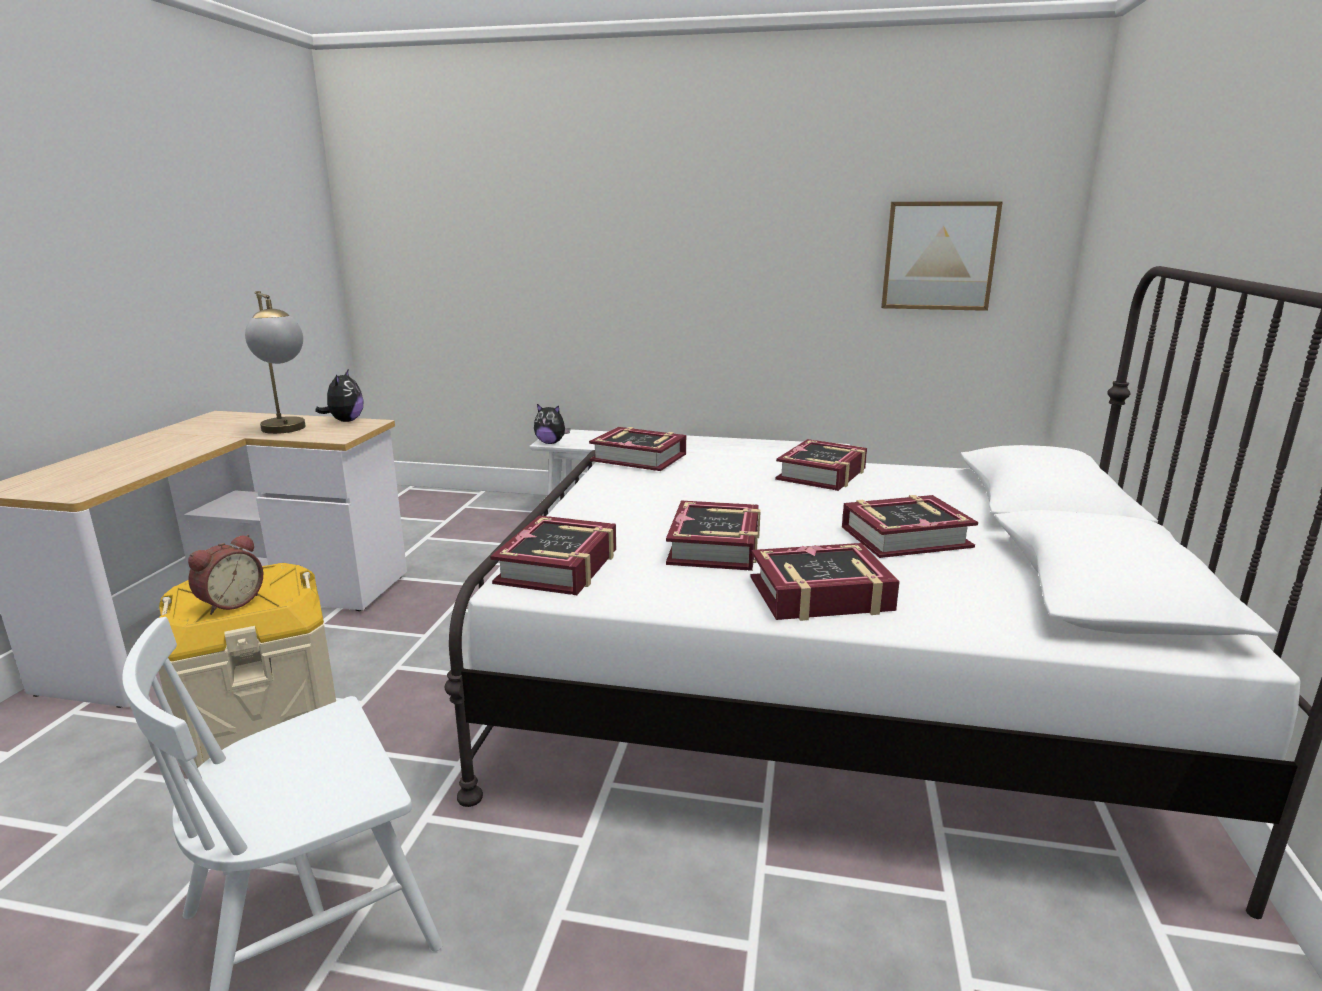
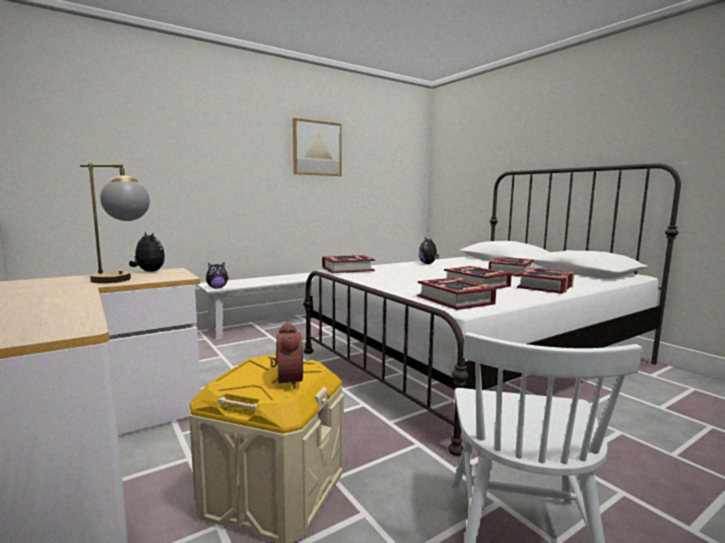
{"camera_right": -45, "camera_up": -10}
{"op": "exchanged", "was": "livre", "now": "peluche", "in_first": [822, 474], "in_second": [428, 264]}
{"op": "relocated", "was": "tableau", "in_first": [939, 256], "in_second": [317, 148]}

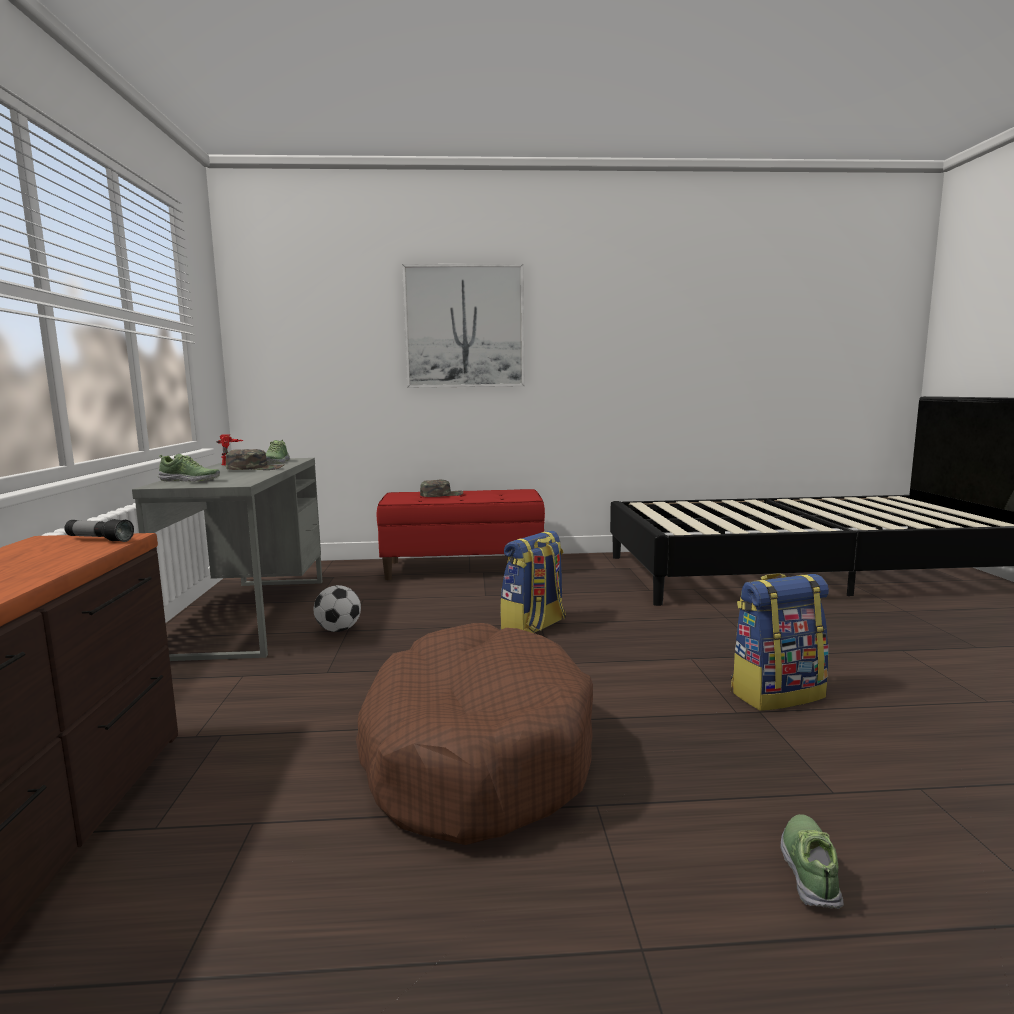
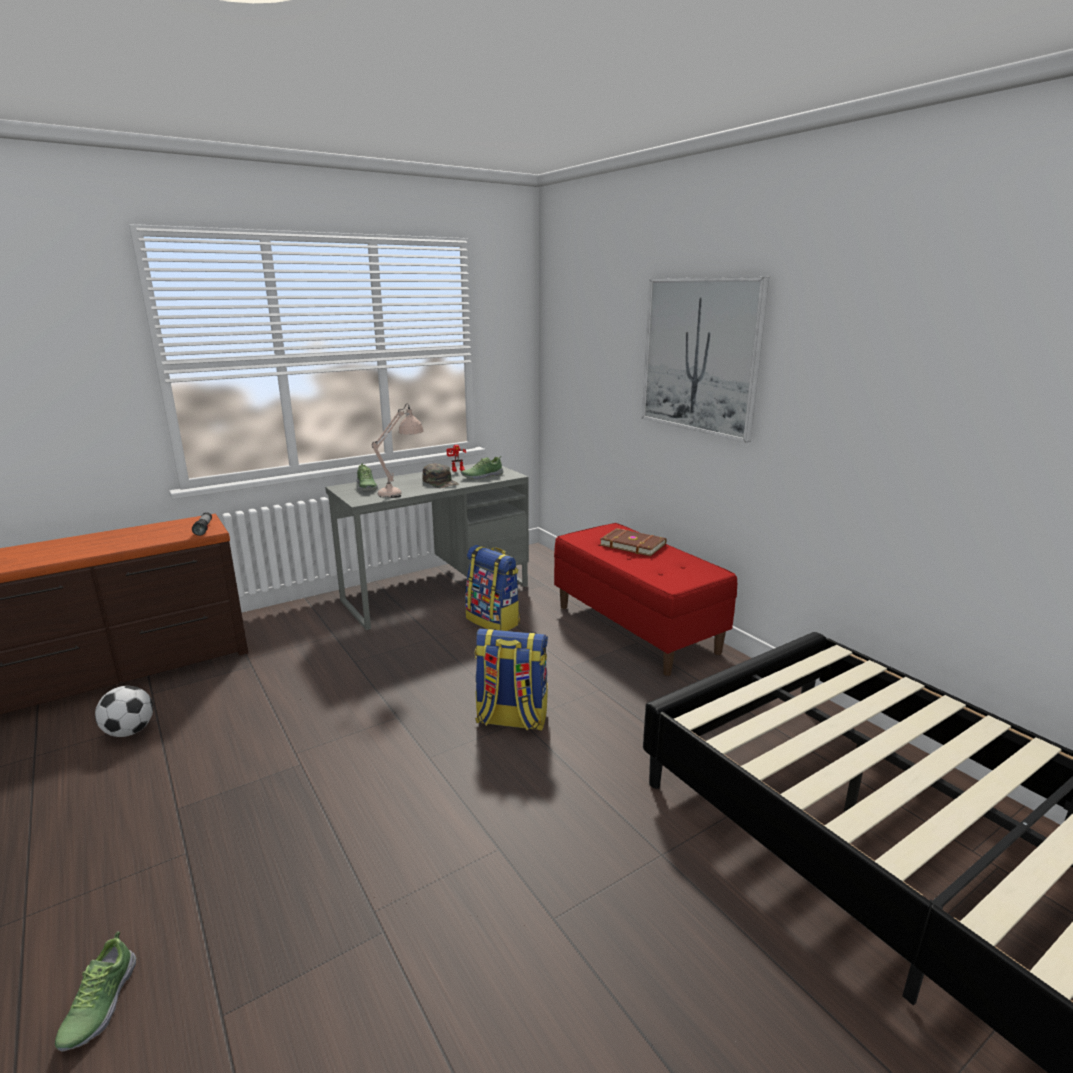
{"camera_right": 60, "camera_up": 10}
{"op": "relocated", "was": "ballon de foot", "in_first": [338, 630], "in_second": [130, 731]}
{"op": "missing", "was": "panier pour chien [marron]", "in_first": [475, 753]}
{"op": "exchanged", "was": "casquette [vert]", "now": "livre [marron]", "in_first": [441, 495], "in_second": [633, 544]}
{"op": "relocated", "was": "sac à dos", "in_first": [776, 694], "in_second": [494, 621]}
{"op": "spun", "was": "chaussure", "in_first": [810, 870], "in_second": [98, 1005], "clockwise": 105}
{"op": "appeared", "now": "lampe de table [beige]", "in_second": [401, 491]}

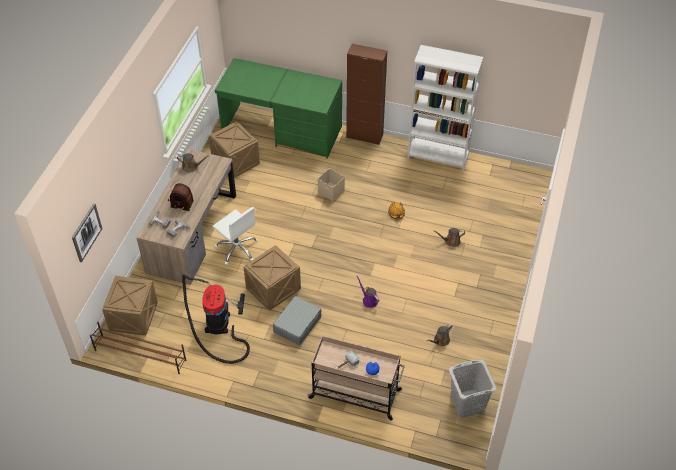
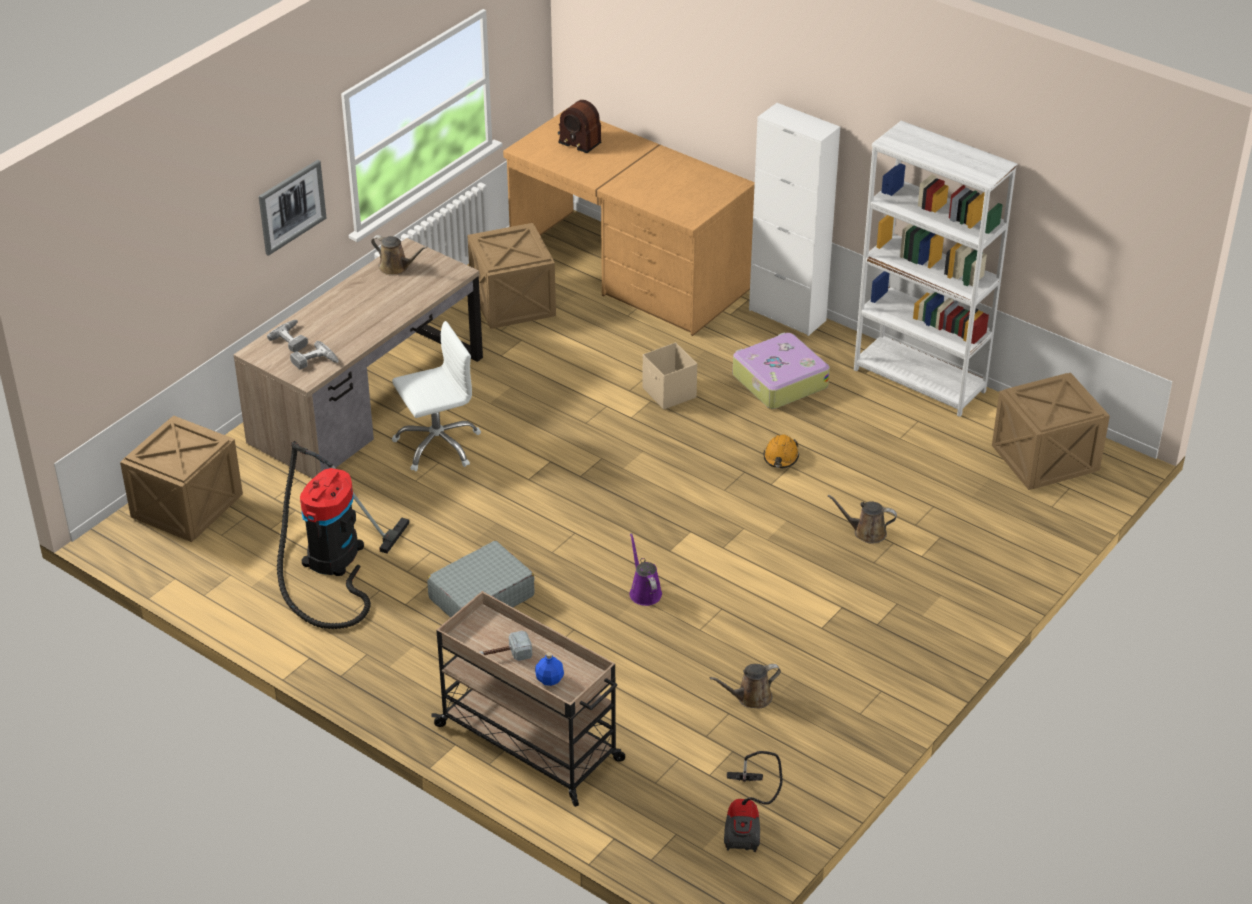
{"camera_right": 20, "camera_up": -10}
{"op": "relocated", "was": "tableau", "in_first": [86, 232], "in_second": [291, 206]}
{"op": "missing", "was": "étagère à chaussures [marron]", "in_first": [140, 355]}
{"op": "relocated", "was": "radio", "in_first": [180, 200], "in_second": [580, 137]}
{"op": "spun", "was": "chaise de bureau [blanc]", "in_first": [237, 249], "in_second": [437, 445], "clockwise": -90}
{"op": "colour", "was": "bureau [vert]", "now": "bureau [marron]", "in_first": [281, 131], "in_second": [628, 272]}
{"op": "relocated", "was": "caisse", "in_first": [273, 289], "in_second": [1043, 460]}
{"op": "colour", "was": "meuble de rangement [marron]", "now": "meuble de rangement [blanc]", "in_first": [364, 136], "in_second": [787, 315]}
{"op": "exchanged", "was": "panier à linge [gris]", "now": "aspirateur", "in_first": [467, 403], "in_second": [746, 821]}
{"op": "appeared", "now": "valise", "in_second": [778, 381]}

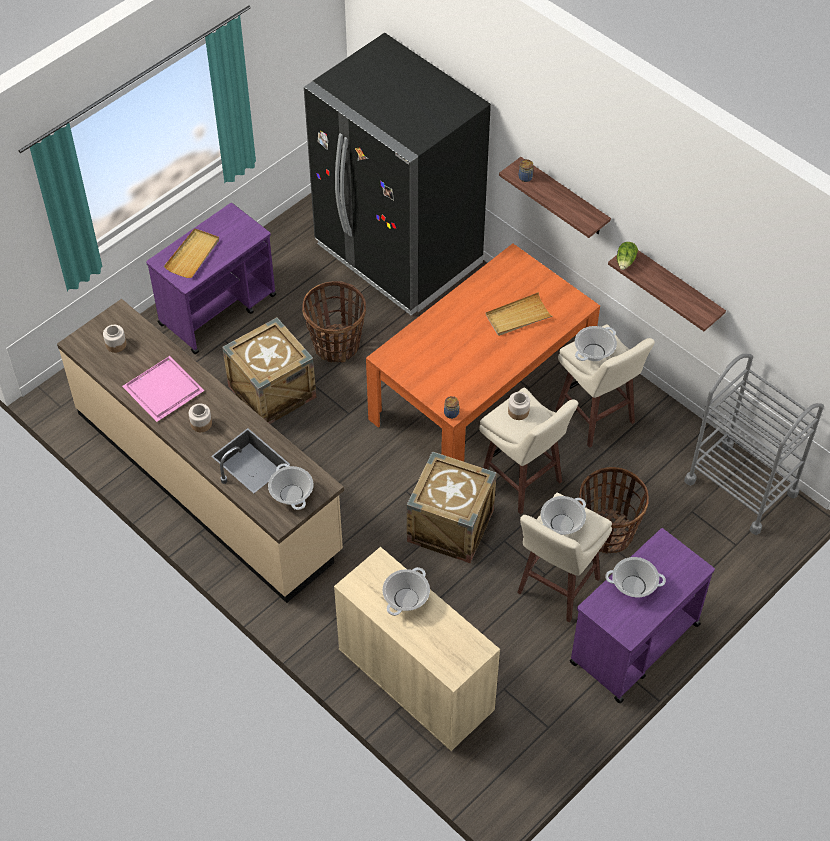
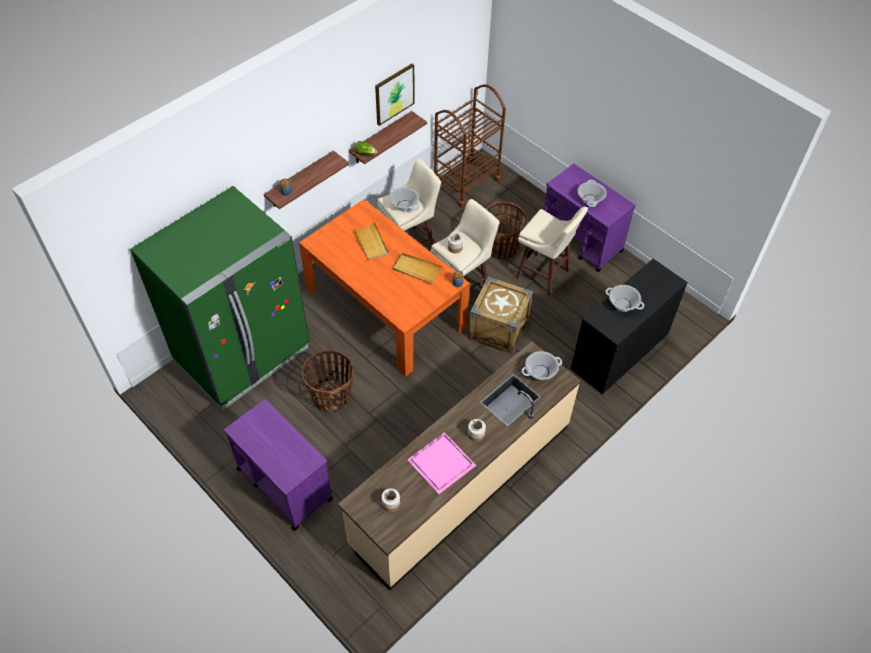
{"camera_right": -90, "camera_up": 0}
{"op": "relocated", "was": "plateau [beige]", "in_first": [193, 255], "in_second": [416, 269]}
{"op": "missing", "was": "caisse", "in_first": [272, 391]}
{"op": "colour", "was": "réfrigérateur [noir]", "now": "réfrigérateur [vert]", "in_first": [398, 254], "in_second": [243, 355]}
{"op": "colour", "was": "meuble de rangement [beige]", "now": "meuble de rangement [noir]", "in_first": [416, 680], "in_second": [619, 352]}
{"op": "missing", "was": "marmite", "in_first": [562, 524]}
{"op": "colour", "was": "chariot [gris]", "now": "chariot [marron]", "in_first": [741, 487], "in_second": [466, 182]}
{"op": "appeared", "now": "tableau", "in_second": [394, 94]}

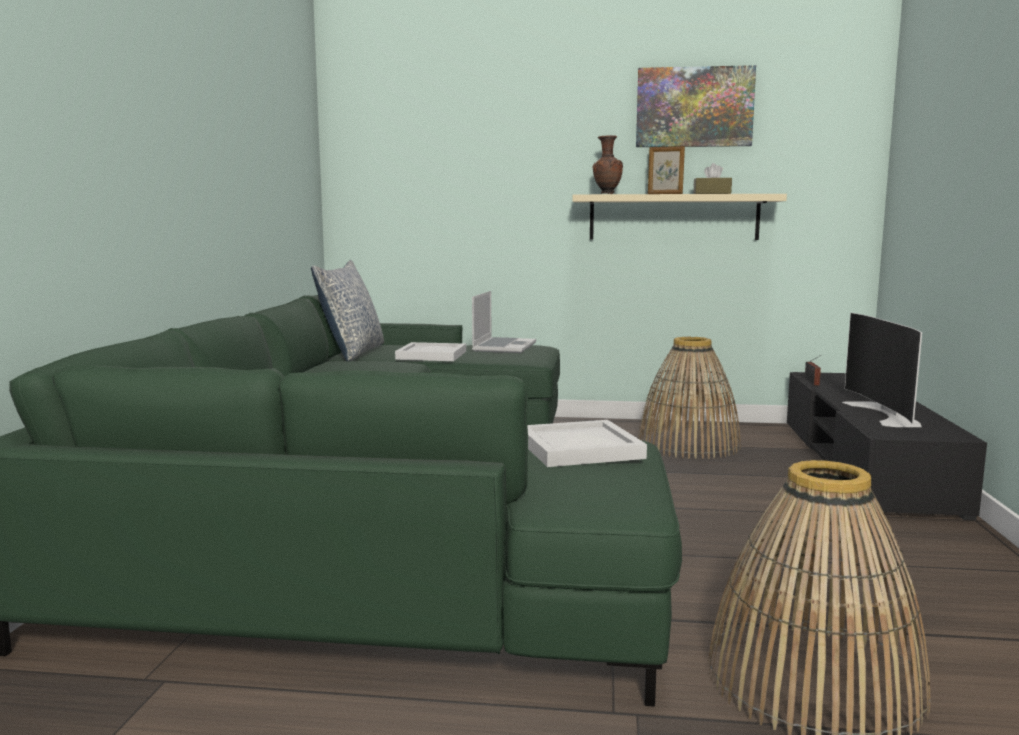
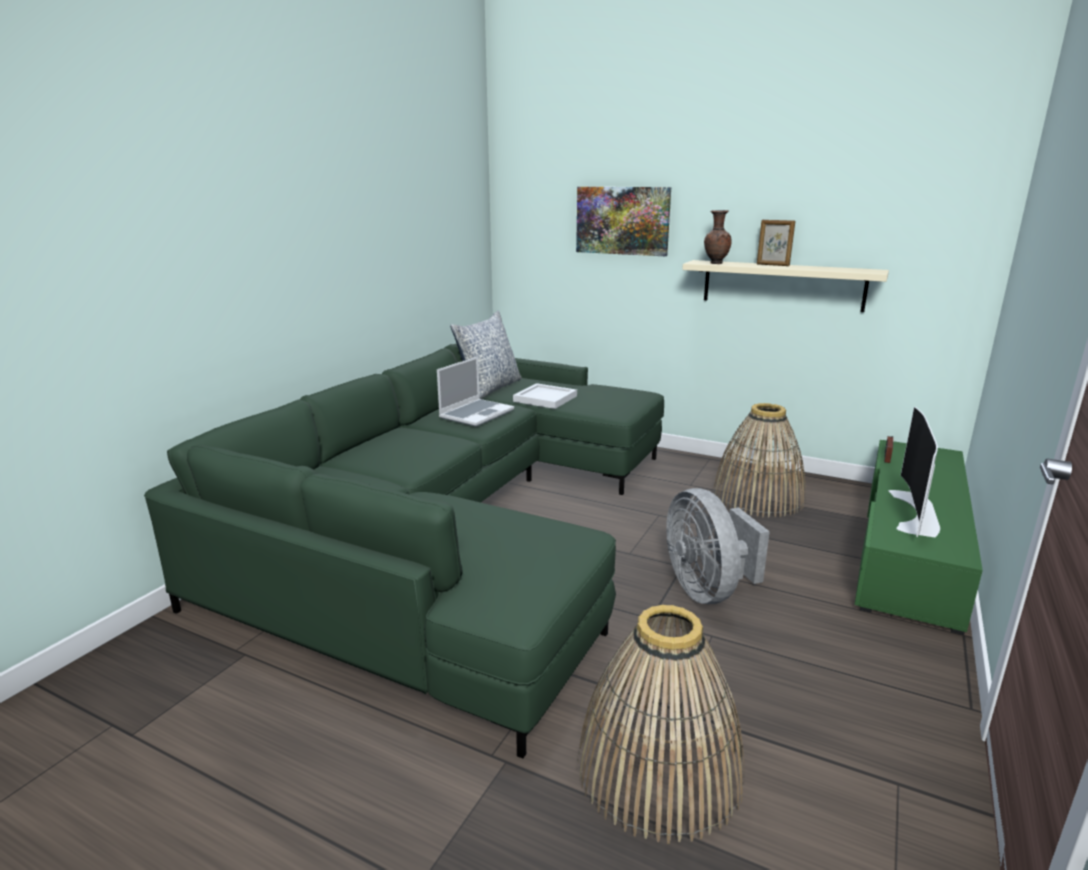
{"camera_right": 20, "camera_up": 10}
{"op": "relocated", "was": "ordinateur portable", "in_first": [503, 347], "in_second": [476, 414]}
{"op": "missing", "was": "plateau [blanc]", "in_first": [580, 448]}
{"op": "relocated", "was": "tableau", "in_first": [694, 107], "in_second": [622, 220]}
{"op": "missing", "was": "boîte à mouchoirs [marron]", "in_first": [712, 193]}
{"op": "colour", "was": "meuble télé [noir]", "now": "meuble télé [vert]", "in_first": [864, 464], "in_second": [909, 547]}
{"op": "appeared", "now": "ventilateur [gris]", "in_second": [707, 590]}

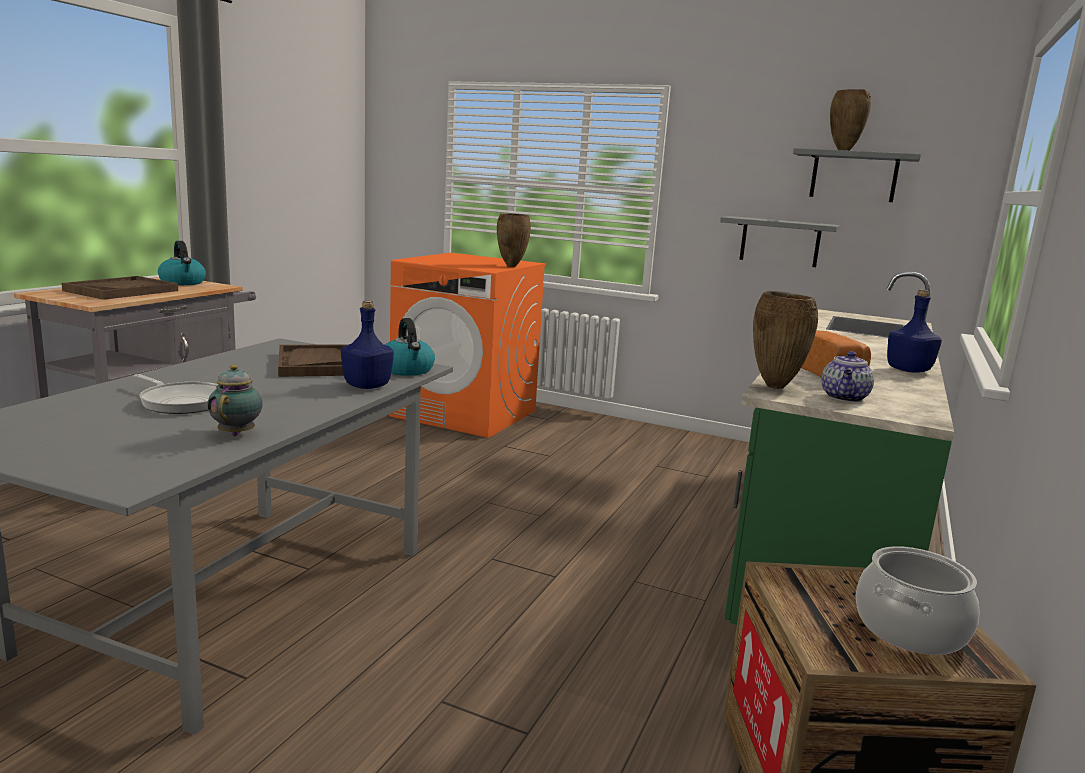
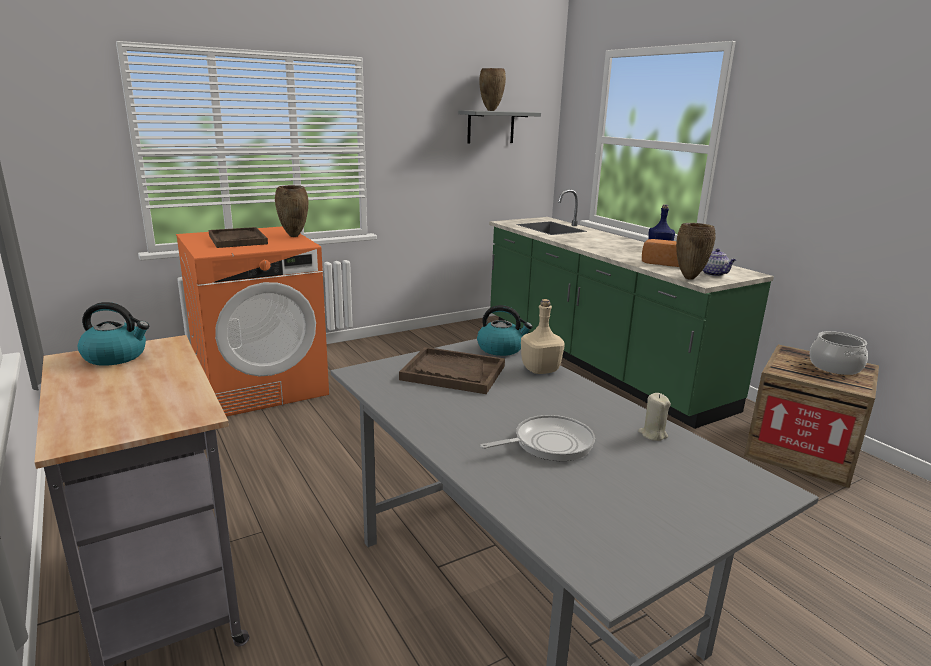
{"camera_right": -55, "camera_up": 5}
{"op": "relocated", "was": "plateau [marron]", "in_first": [122, 291], "in_second": [237, 240]}
{"op": "exchanged", "was": "théière", "now": "bougie [beige]", "in_first": [238, 433], "in_second": [653, 434]}
{"op": "colour", "was": "bouteille [bleu]", "now": "bouteille [beige]", "in_first": [368, 386], "in_second": [541, 369]}
{"op": "missing", "was": "étagère [gris]", "in_first": [780, 242]}

